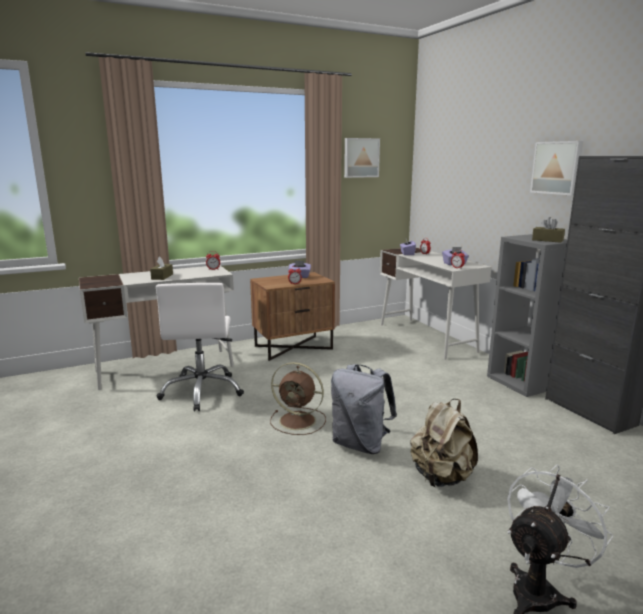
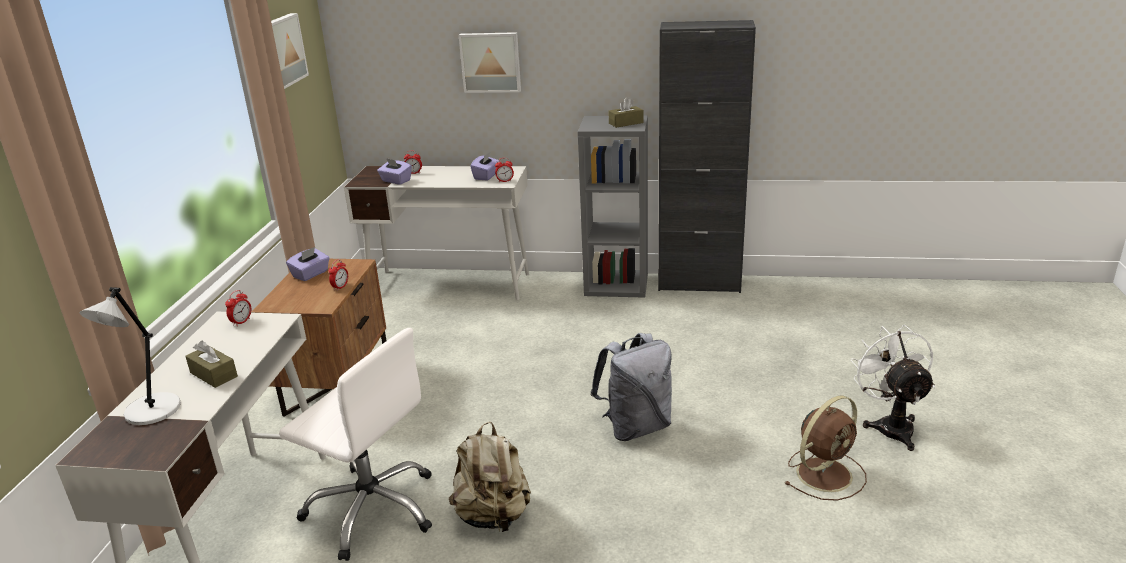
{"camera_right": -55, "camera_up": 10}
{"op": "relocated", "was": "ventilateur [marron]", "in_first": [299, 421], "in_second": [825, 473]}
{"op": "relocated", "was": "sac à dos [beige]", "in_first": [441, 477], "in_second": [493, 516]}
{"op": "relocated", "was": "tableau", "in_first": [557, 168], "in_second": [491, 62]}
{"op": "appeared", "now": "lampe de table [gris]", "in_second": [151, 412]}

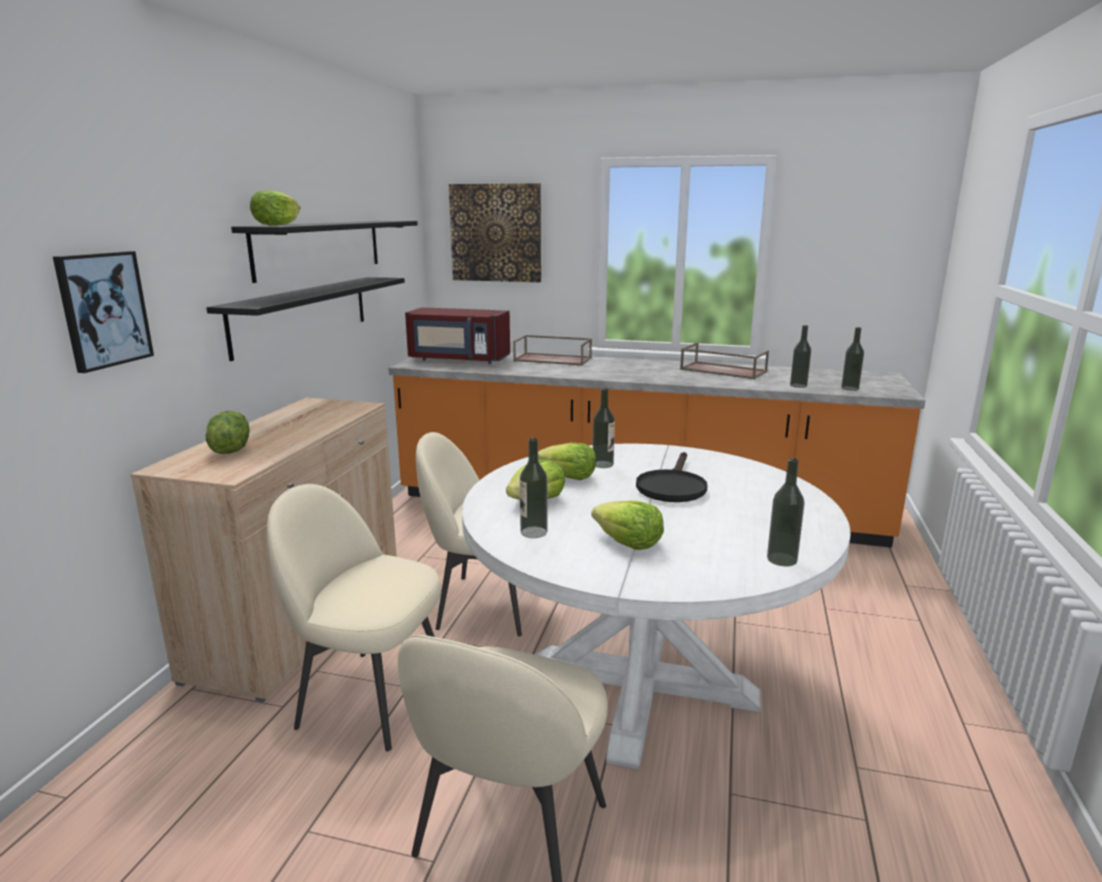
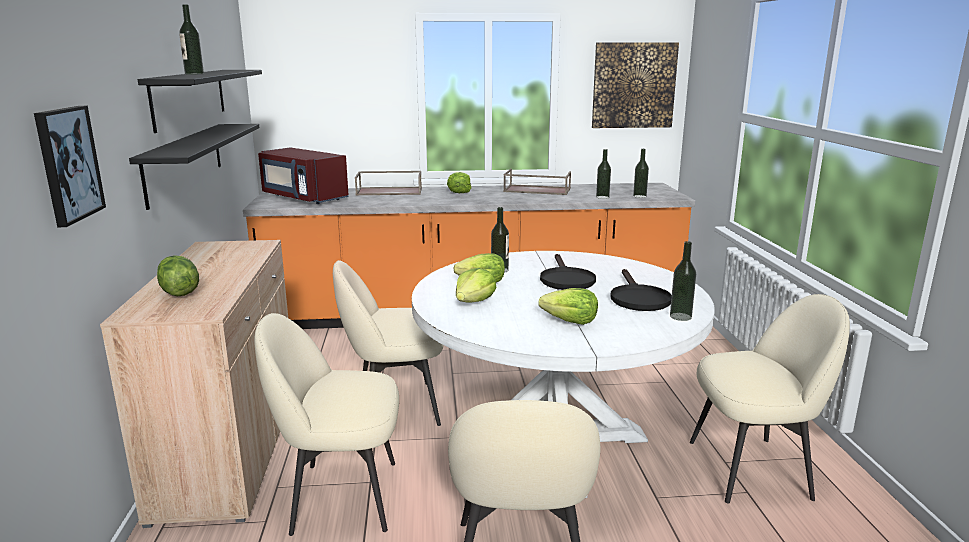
{"camera_right": -20, "camera_up": 0}
{"op": "relocated", "was": "laitue", "in_first": [277, 225], "in_second": [459, 191]}
{"op": "spun", "was": "micro-ondes [rouge]", "in_first": [458, 359], "in_second": [303, 198], "clockwise": 45}
{"op": "relocated", "was": "tableau", "in_first": [496, 233], "in_second": [633, 85]}
{"op": "relocated", "was": "bouteille", "in_first": [533, 532], "in_second": [194, 74]}
{"op": "appeared", "now": "poêle [noir]", "in_second": [637, 298]}
{"op": "appeared", "now": "chaise [beige]", "in_second": [752, 469]}

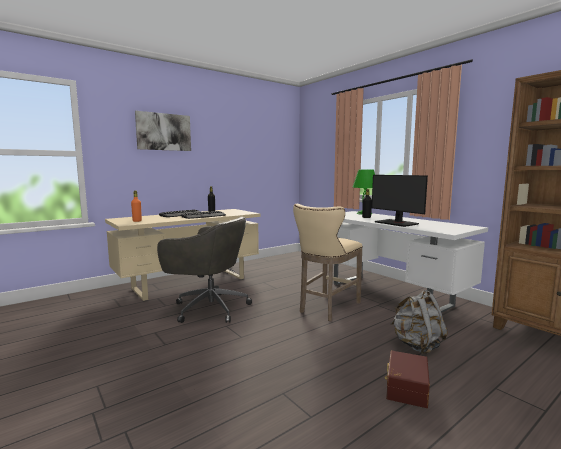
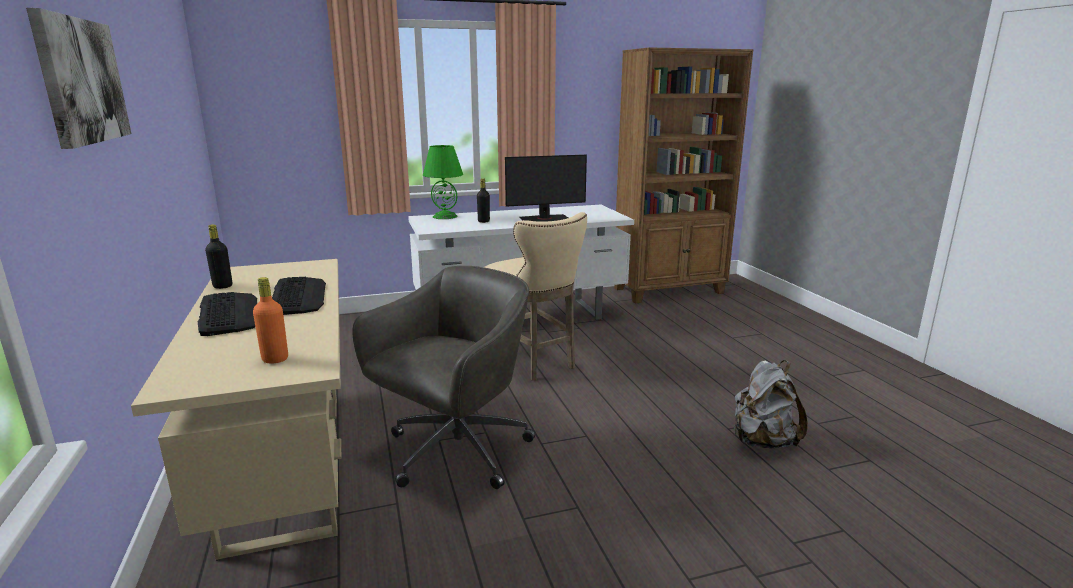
{"camera_right": -70, "camera_up": 10}
{"op": "missing", "was": "boîte de rangement [marron]", "in_first": [405, 387]}
{"op": "relocated", "was": "sac à dos [gris]", "in_first": [417, 345], "in_second": [762, 441]}

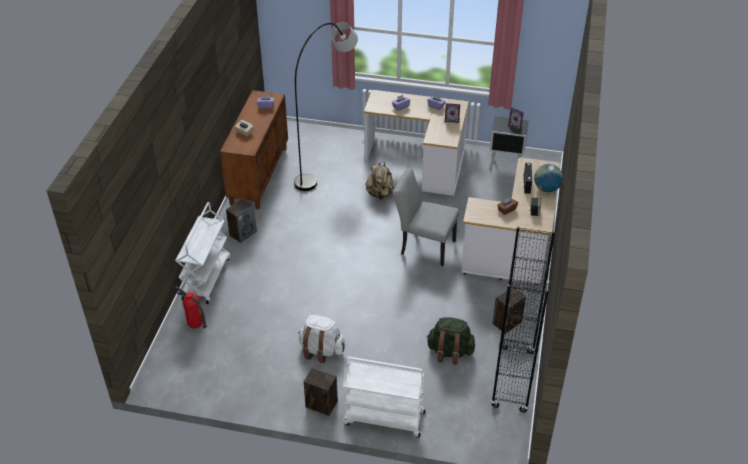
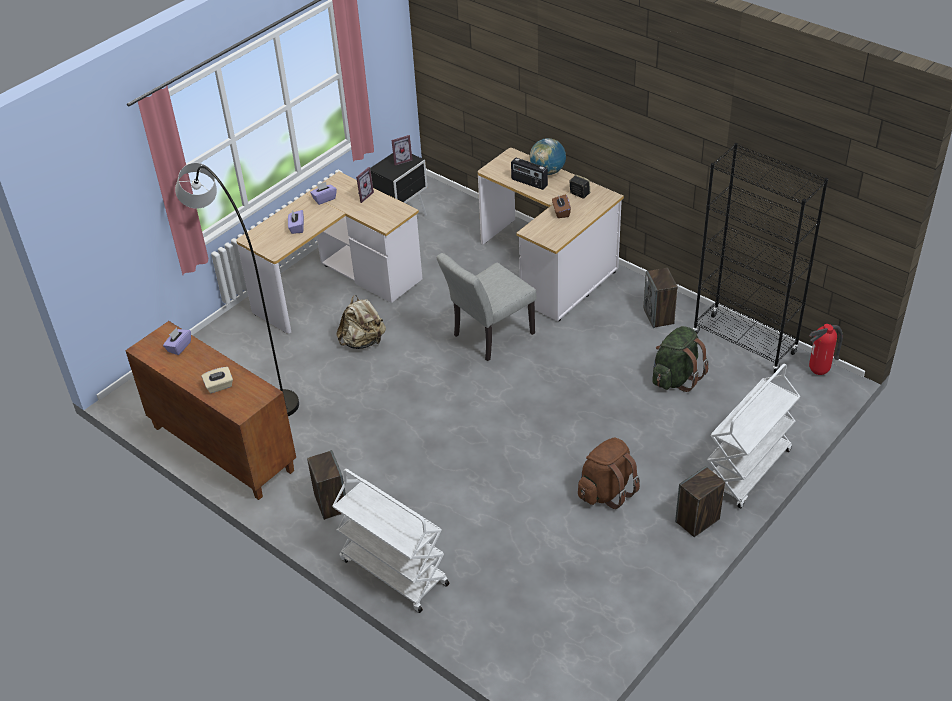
{"camera_right": -60, "camera_up": 0}
{"op": "relocated", "was": "extincteur", "in_first": [195, 326], "in_second": [819, 372]}
{"op": "colour", "was": "sac à dos [blanc]", "now": "sac à dos [marron]", "in_first": [321, 350], "in_second": [606, 491]}

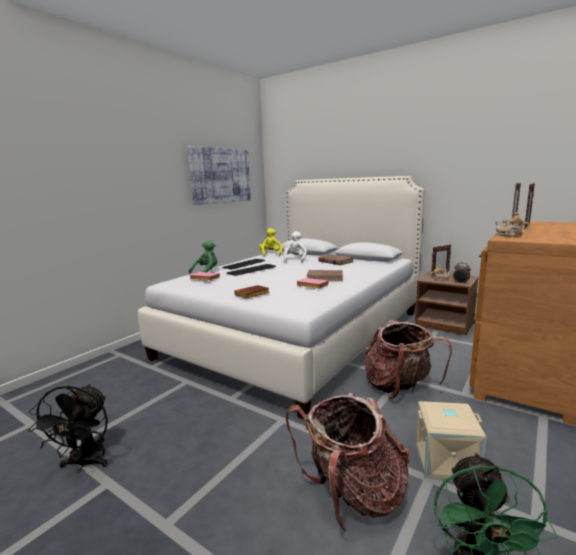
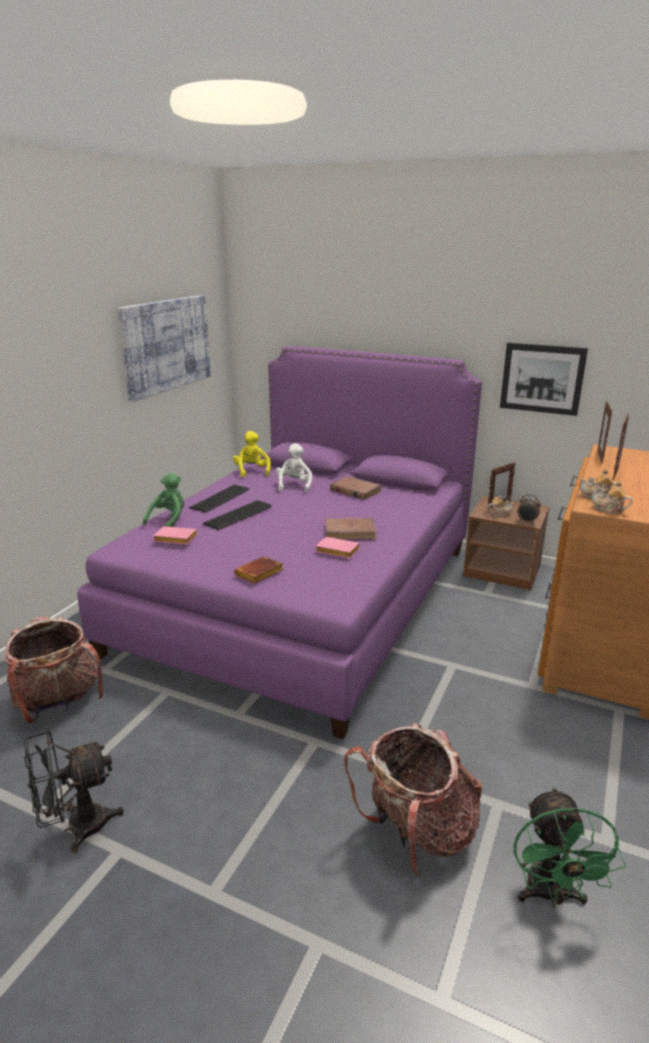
{"camera_right": -10, "camera_up": 10}
{"op": "spun", "was": "ventilateur [noir]", "in_first": [85, 463], "in_second": [76, 827], "clockwise": 75}
{"op": "colour", "was": "lit [blanc]", "now": "lit [violet]", "in_first": [297, 333], "in_second": [302, 597]}
{"op": "relocated", "was": "sac à dos", "in_first": [399, 387], "in_second": [58, 702]}
{"op": "missing", "was": "boîte de rangement [beige]", "in_first": [445, 462]}
{"op": "appeared", "now": "tableau", "in_second": [542, 378]}
{"op": "appeared", "now": "théière", "in_second": [608, 510]}

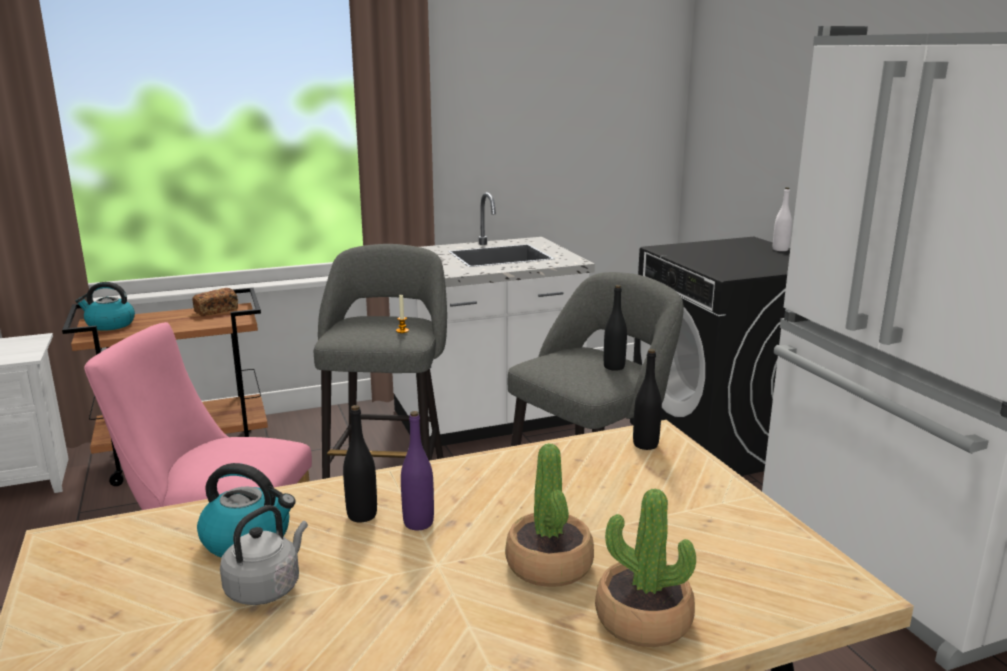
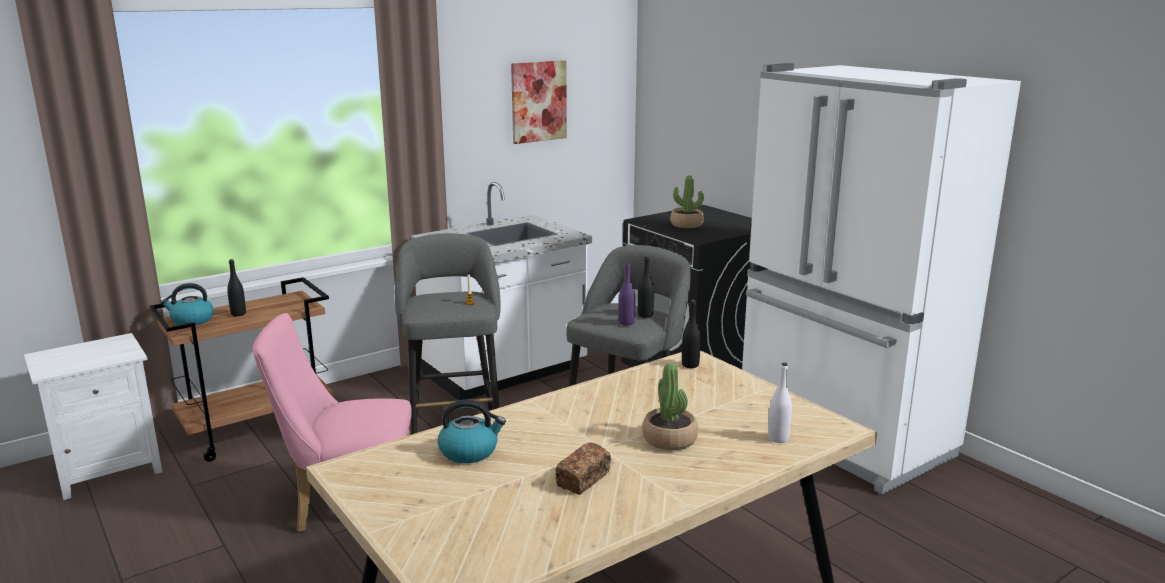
{"camera_right": -15, "camera_up": 0}
{"op": "relocated", "was": "pain", "in_first": [216, 311], "in_second": [583, 479]}
{"op": "missing", "was": "bouilloire [gris]", "in_first": [266, 587]}
{"op": "relocated", "was": "bouteille [noir]", "in_first": [362, 515], "in_second": [238, 314]}
{"op": "relocated", "was": "bouteille [violet]", "in_first": [418, 523], "in_second": [626, 323]}
{"op": "relocated", "was": "plante en pot", "in_first": [643, 620], "in_second": [686, 225]}
{"op": "relocated", "was": "bouteille [blanc]", "in_first": [780, 249], "in_second": [778, 439]}
{"op": "appeared", "now": "tableau", "in_second": [538, 101]}

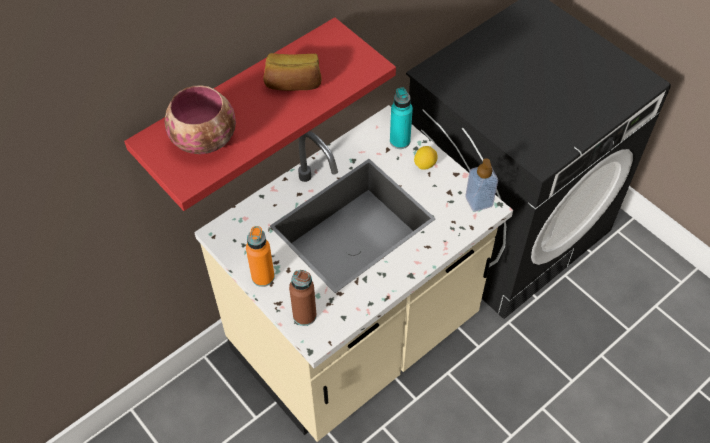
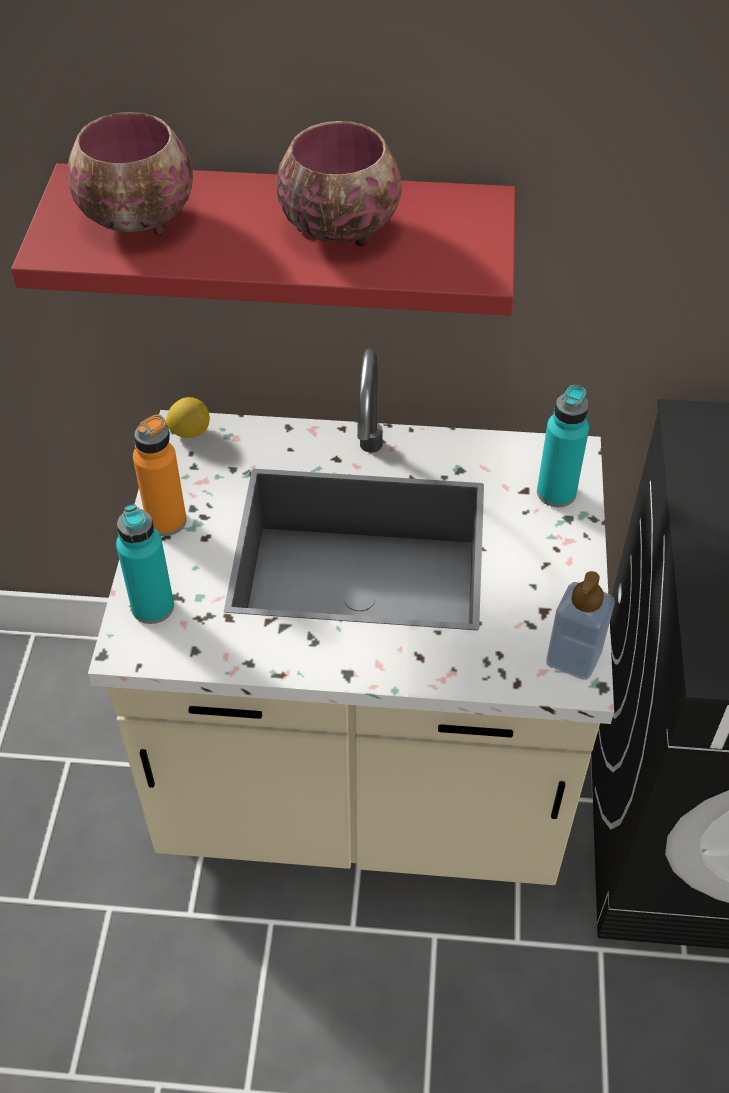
{"camera_right": 45, "camera_up": -5}
{"op": "exchanged", "was": "pain", "now": "bol", "in_first": [293, 84], "in_second": [339, 228]}
{"op": "colour", "was": "bouteille [marron]", "now": "bouteille [turquoise]", "in_first": [304, 315], "in_second": [153, 607]}
{"op": "relocated", "was": "citron", "in_first": [425, 164], "in_second": [190, 432]}

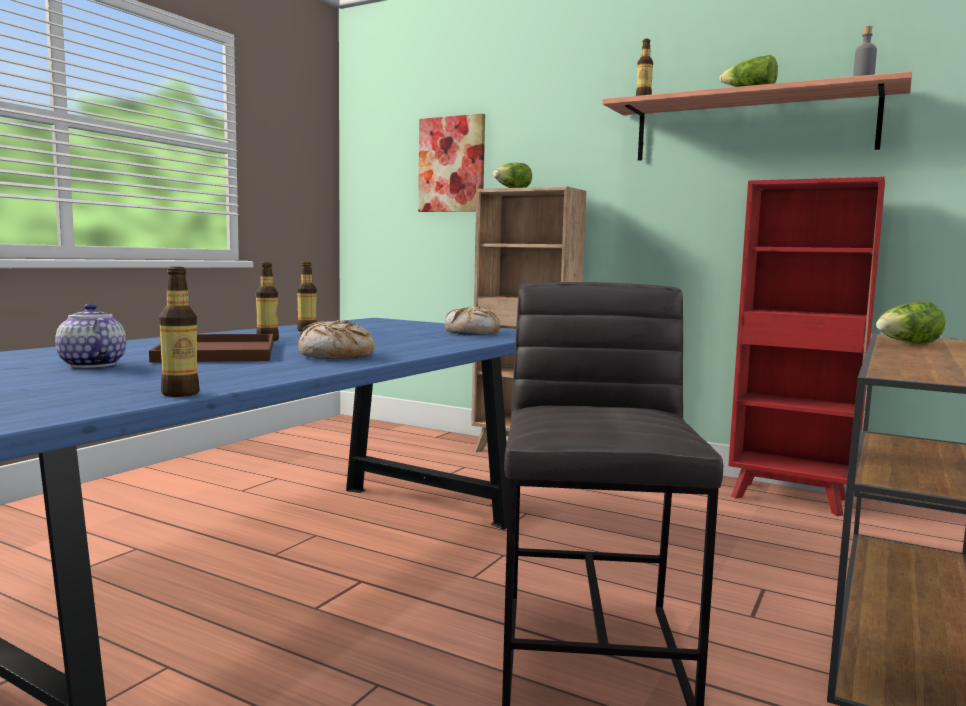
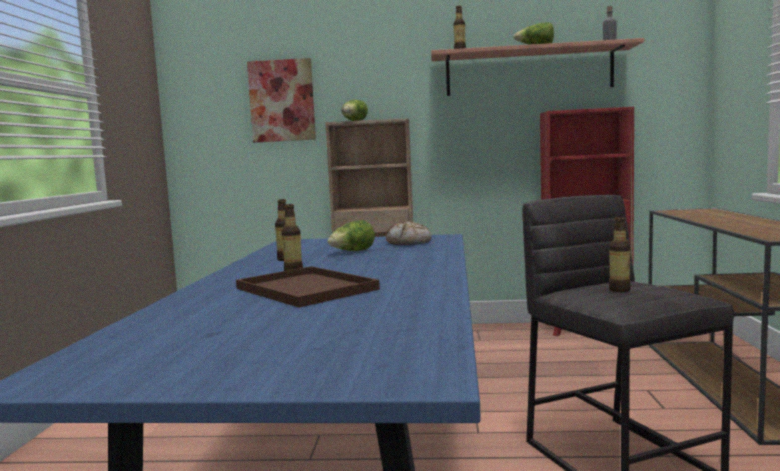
{"camera_right": -25, "camera_up": 0}
{"op": "missing", "was": "théière", "in_first": [90, 365]}
{"op": "relocated", "was": "bouteille", "in_first": [180, 394], "in_second": [619, 290]}
{"op": "missing", "was": "pain", "in_first": [336, 356]}
{"op": "relocated", "was": "laitue", "in_first": [907, 344], "in_second": [352, 252]}

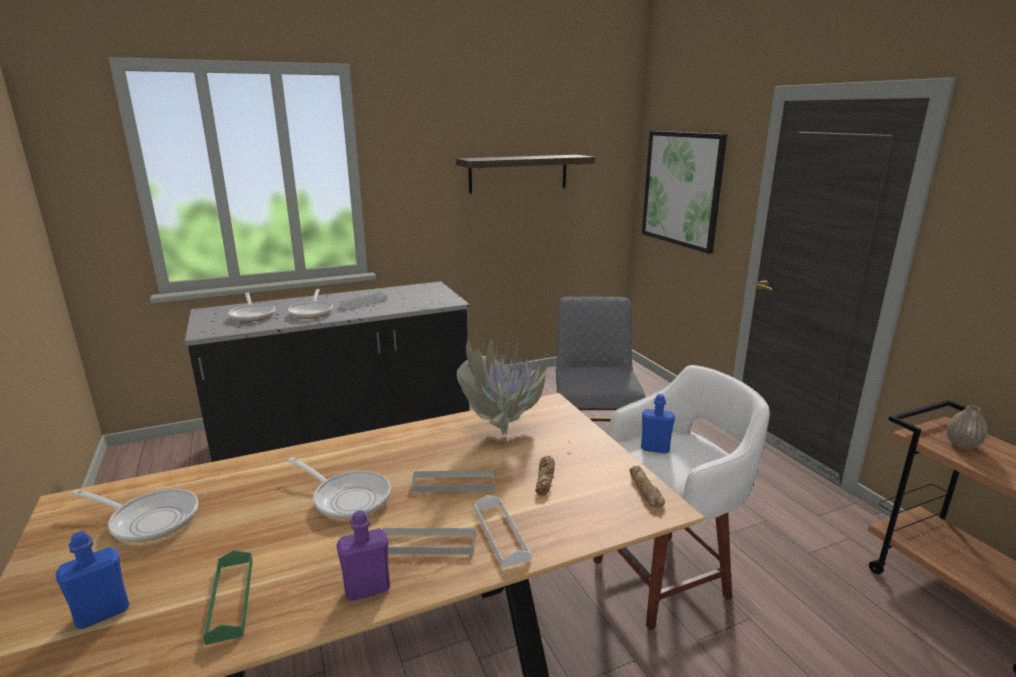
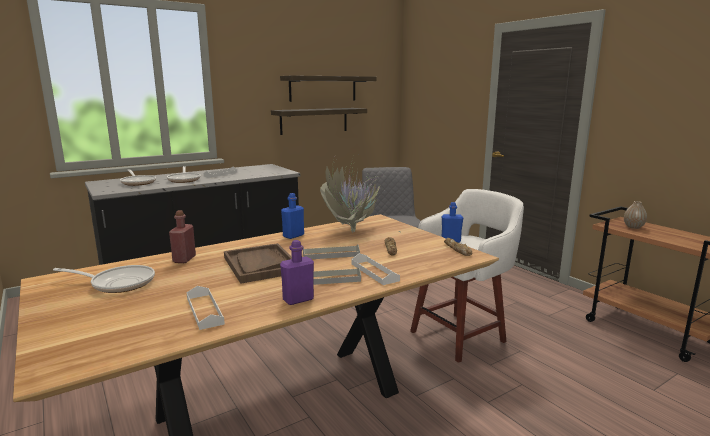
{"camera_right": -10, "camera_up": -5}
{"op": "relocated", "was": "bouteille [bleu]", "in_first": [102, 613], "in_second": [293, 236]}
{"op": "colour", "was": "plateau [vert]", "now": "plateau [blanc]", "in_first": [230, 599], "in_second": [204, 311]}
{"op": "exchanged", "was": "poêle", "now": "plateau [marron]", "in_first": [348, 498], "in_second": [260, 265]}
{"op": "missing", "was": "tableau", "in_first": [682, 189]}
{"op": "appeared", "now": "bouteille [rouge]", "in_second": [184, 259]}
{"op": "appeared", "now": "étagère", "in_second": [314, 120]}

